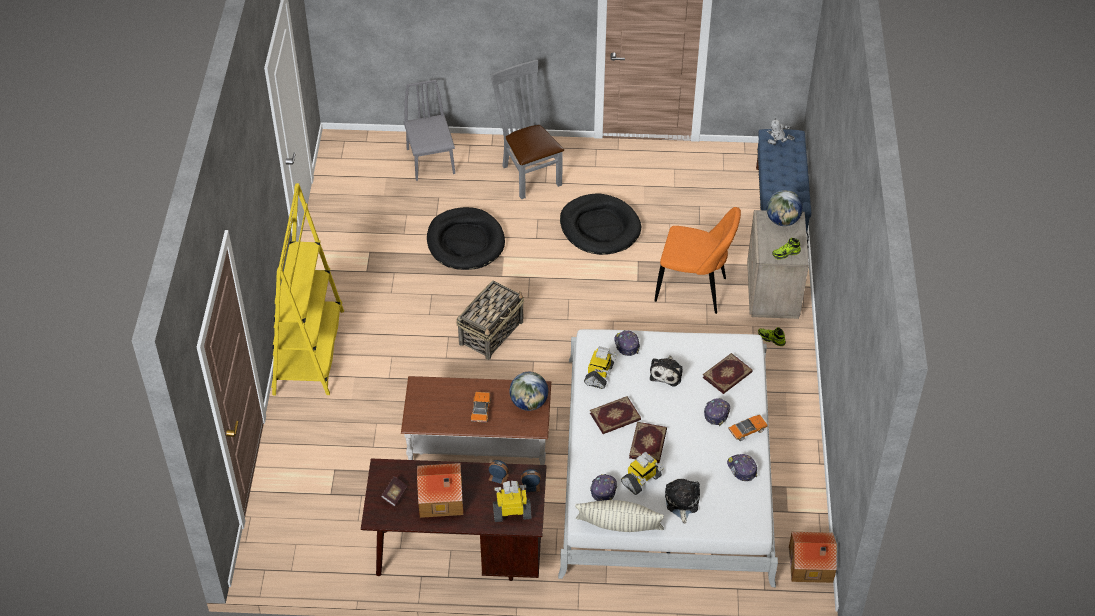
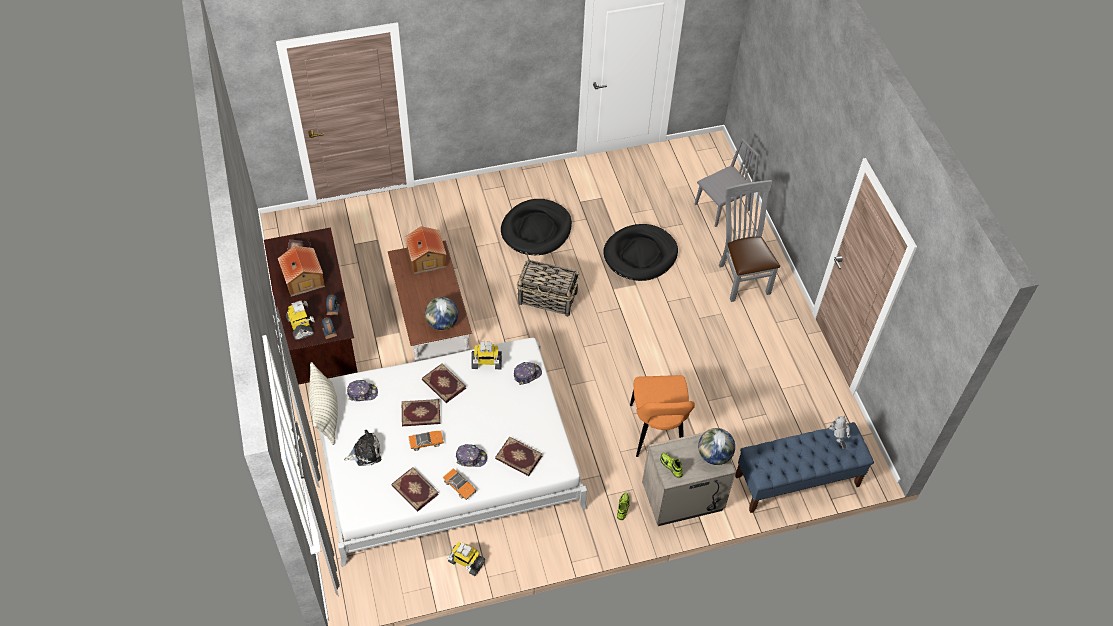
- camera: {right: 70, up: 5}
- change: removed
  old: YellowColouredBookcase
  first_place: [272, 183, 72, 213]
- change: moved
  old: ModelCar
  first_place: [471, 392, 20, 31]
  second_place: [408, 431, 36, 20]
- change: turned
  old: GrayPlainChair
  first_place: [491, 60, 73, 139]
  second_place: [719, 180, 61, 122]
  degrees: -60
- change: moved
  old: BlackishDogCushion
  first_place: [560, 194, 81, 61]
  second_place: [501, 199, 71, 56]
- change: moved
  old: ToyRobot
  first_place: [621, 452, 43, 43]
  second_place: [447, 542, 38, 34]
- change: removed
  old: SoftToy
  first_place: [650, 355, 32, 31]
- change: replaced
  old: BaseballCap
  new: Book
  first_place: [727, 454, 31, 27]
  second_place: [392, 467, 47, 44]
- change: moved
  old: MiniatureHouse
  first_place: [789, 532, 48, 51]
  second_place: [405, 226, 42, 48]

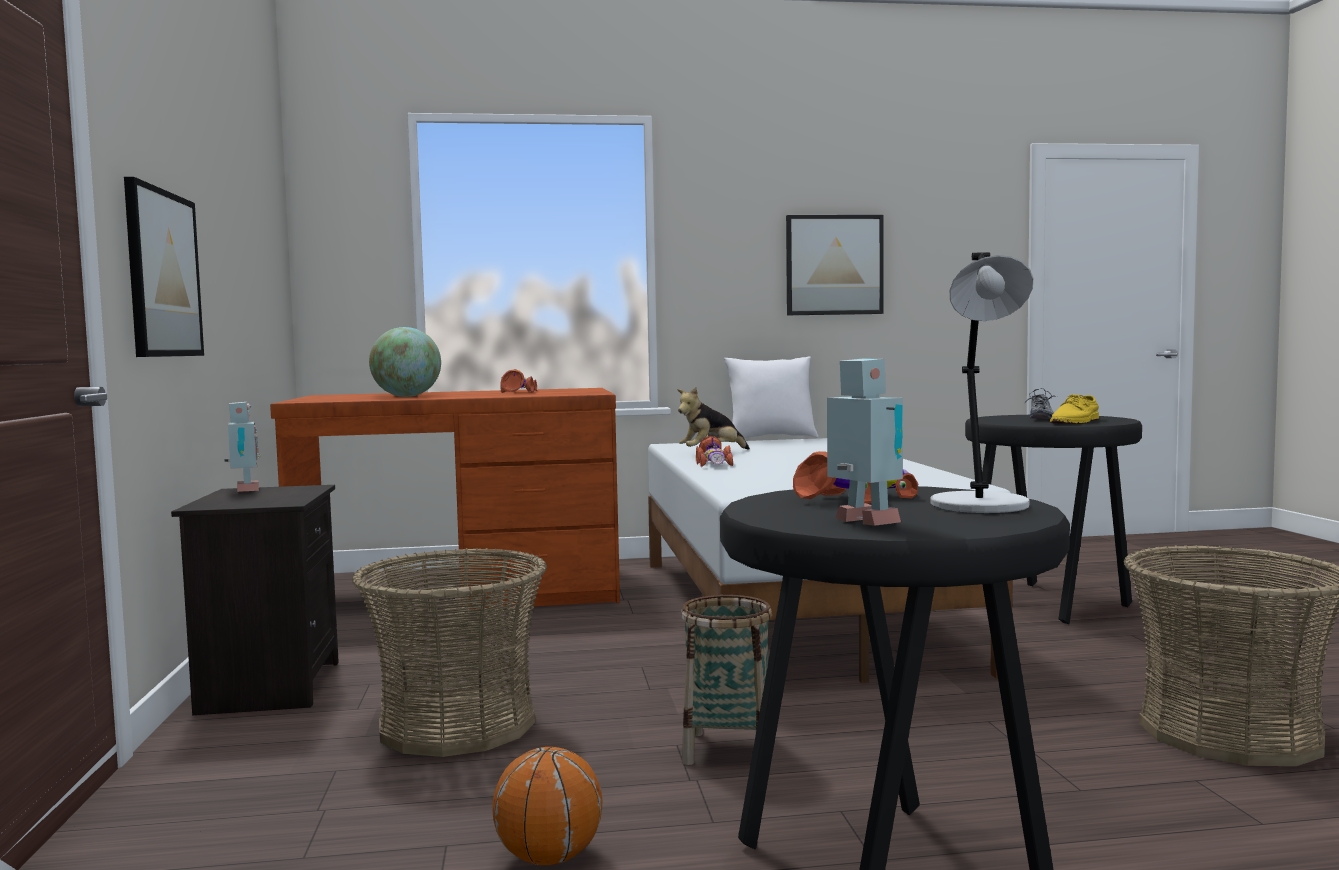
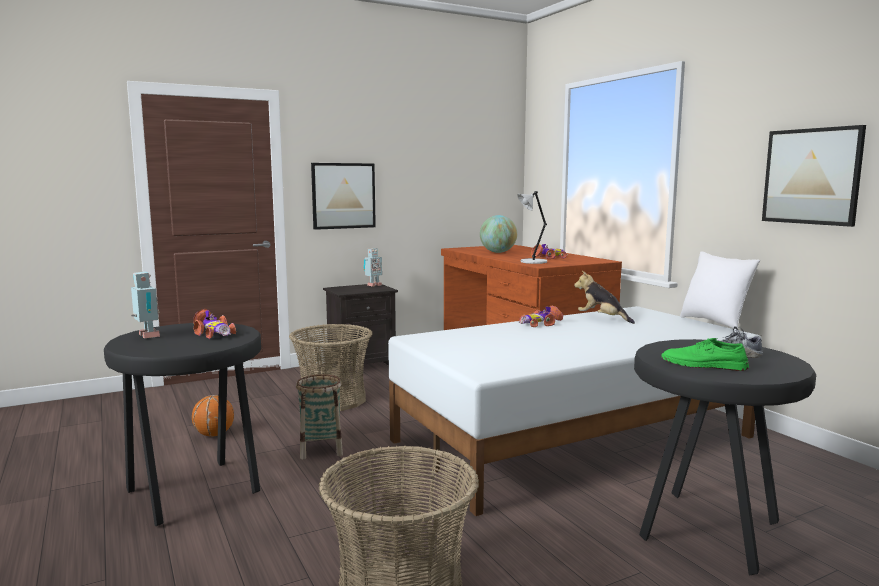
- camera: {right: 70, up: 5}
- change: turned
  old: ToyRobot
  first_place: [827, 359, 76, 167]
  second_place: [131, 271, 29, 67]
  degrees: -75
- change: moved
  old: GrayLampForATable
  first_place: [930, 252, 103, 261]
  second_place: [517, 191, 30, 73]
- change: recoloured
  old: YellowColouredItemOfFootwear
  new: GreenishItemOfFootwear
  first_place: [1050, 394, 49, 30]
  second_place: [661, 338, 88, 33]

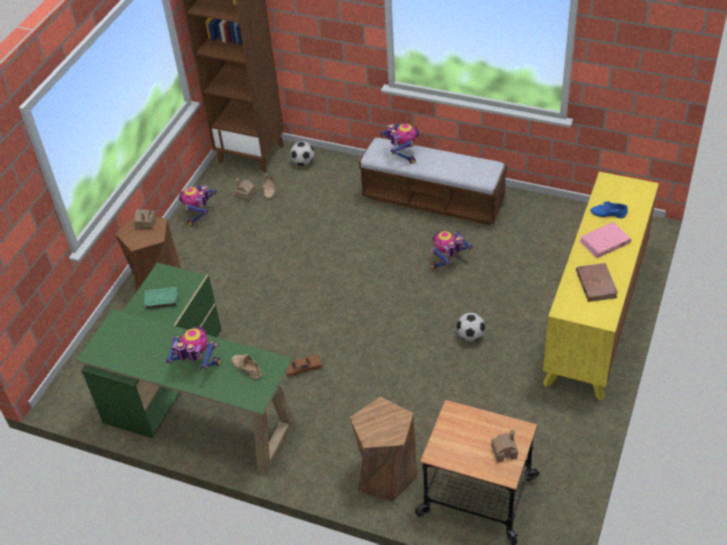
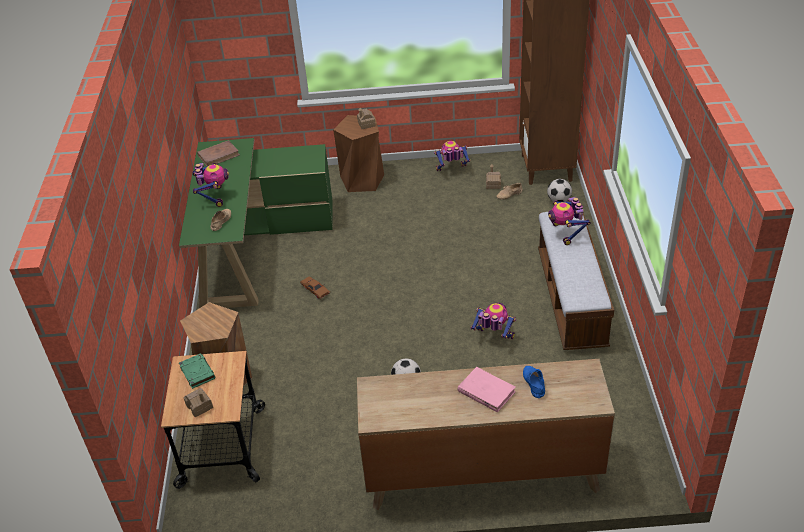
- camera: {right: 65, up: -5}
- change: moved
  old: GreenishBook
  first_place: [144, 287, 34, 23]
  second_place: [179, 353, 36, 36]
- change: turned
  old: ToyRobot
  first_place: [380, 122, 39, 42]
  second_place: [548, 197, 43, 48]
  degrees: 120
- change: recoloured
  old: YellowColouredDrawerChest
  new: BrownishDrawerChest
  first_place: [543, 172, 116, 229]
  second_place: [357, 359, 258, 151]
- change: moved
  old: BrownishBook
  first_place: [576, 263, 42, 39]
  second_place: [197, 140, 43, 26]

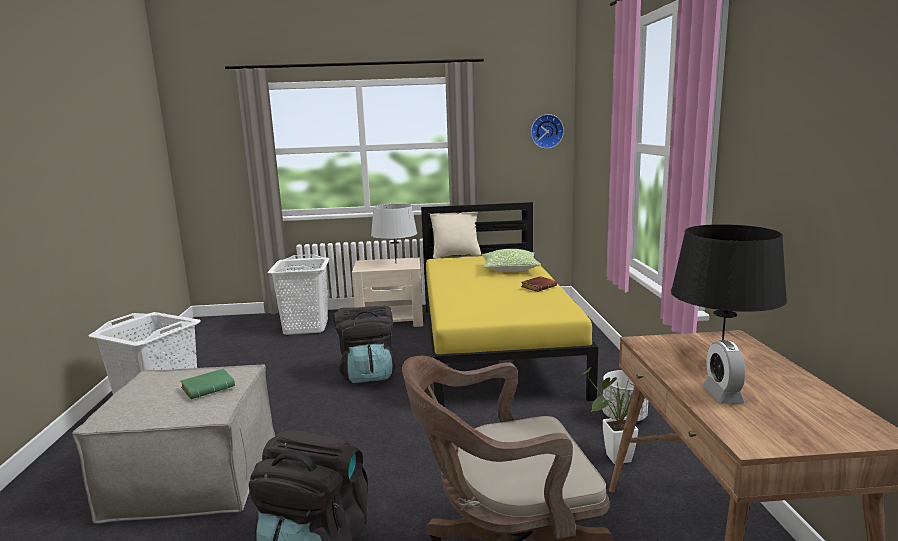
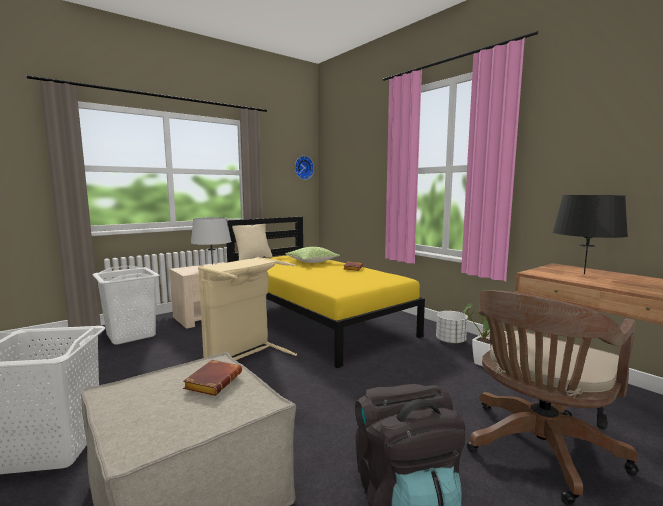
- camera: {right: -35, up: -5}
- change: recoloured
  old: GreenishBook
  new: BrownishBook
  first_place: [180, 369, 55, 30]
  second_place: [183, 360, 59, 36]
- change: replaced
  old: BlackishRucksack
  new: BeigeColouredLaundryBasket
  first_place: [334, 306, 61, 77]
  second_place: [198, 257, 99, 103]
- change: removed
  old: BedsideClock
  first_place: [702, 340, 44, 64]

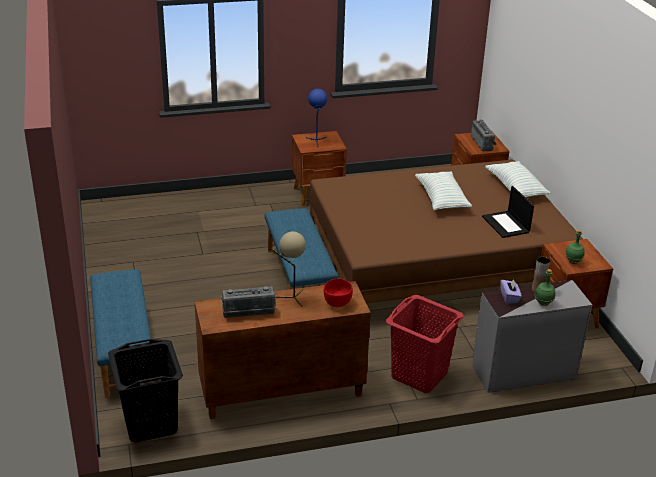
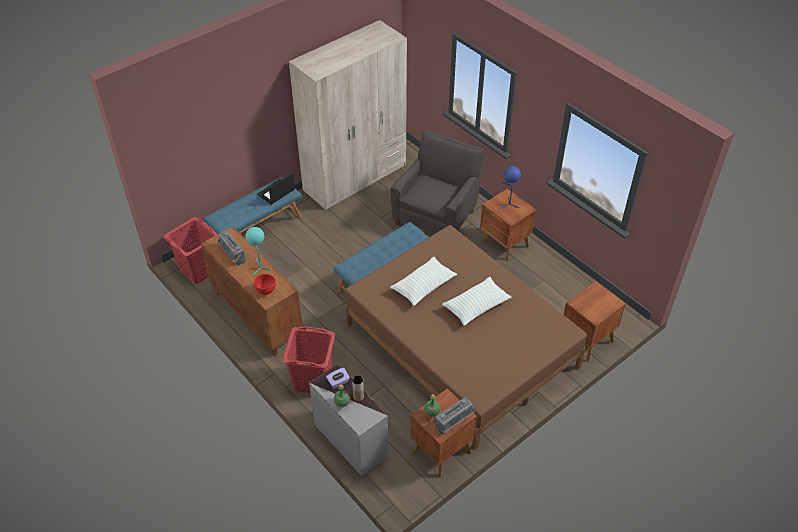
- camera: {right: 65, up: 15}
- change: recoloured
  old: BlackishLaundryBasket
  new: RedColouredLaundryBasket
  first_place: [108, 339, 75, 104]
  second_place: [164, 217, 54, 67]
- change: recoloured
  old: BeigeColouredLampForATable
  new: TurquoiseLampForATable
  first_place: [270, 232, 36, 75]
  second_place: [245, 227, 27, 48]
- change: moved
  old: Radio
  first_place: [471, 120, 26, 31]
  second_place: [435, 397, 40, 38]
- change: moved
  old: NotebookComputer
  first_place: [482, 186, 52, 52]
  second_place: [257, 173, 38, 31]
- change: moved
  old: Pillow
  first_place: [485, 161, 66, 36]
  second_place: [390, 257, 67, 49]
- change: added
  new: BeigeColouredWardrobe
  second_place: [289, 20, 118, 190]
- change: added
  new: GrayArmchair
  second_place: [390, 130, 94, 103]

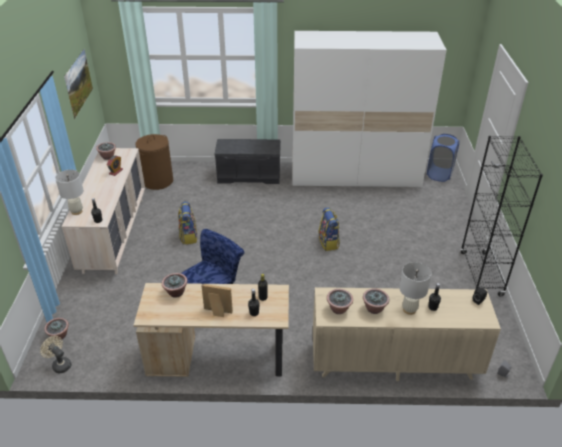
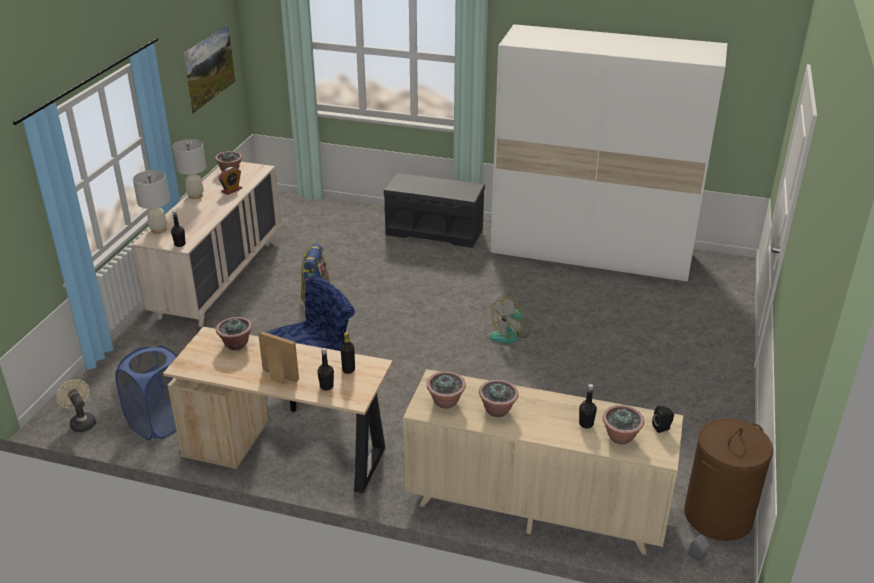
- camera: {right: 15, up: -5}
- change: moved
  old: PlantInAPot
  first_place: [44, 318, 25, 22]
  second_place: [603, 405, 41, 39]
- change: moved
  old: BrownishLaundryBasket
  first_place: [135, 134, 38, 56]
  second_place: [684, 418, 89, 123]
- change: replaced
  old: Rucksack
  new: CoolingFan
  first_place: [319, 207, 21, 44]
  second_place: [489, 297, 41, 46]
- change: moved
  old: WhiteLampForATable
  first_place: [399, 262, 33, 53]
  second_place: [173, 139, 33, 60]
- change: moved
  old: BlueLaundryBasket
  first_place: [427, 134, 32, 48]
  second_place: [115, 346, 62, 94]
- change: removed
  old: BlackishBookcase
  first_place: [461, 136, 82, 160]

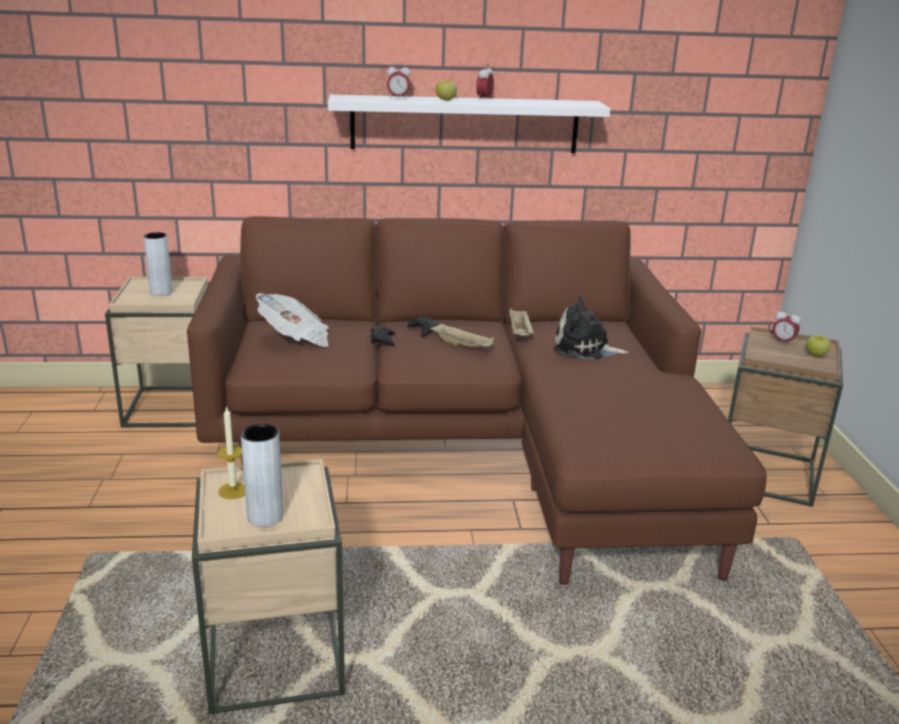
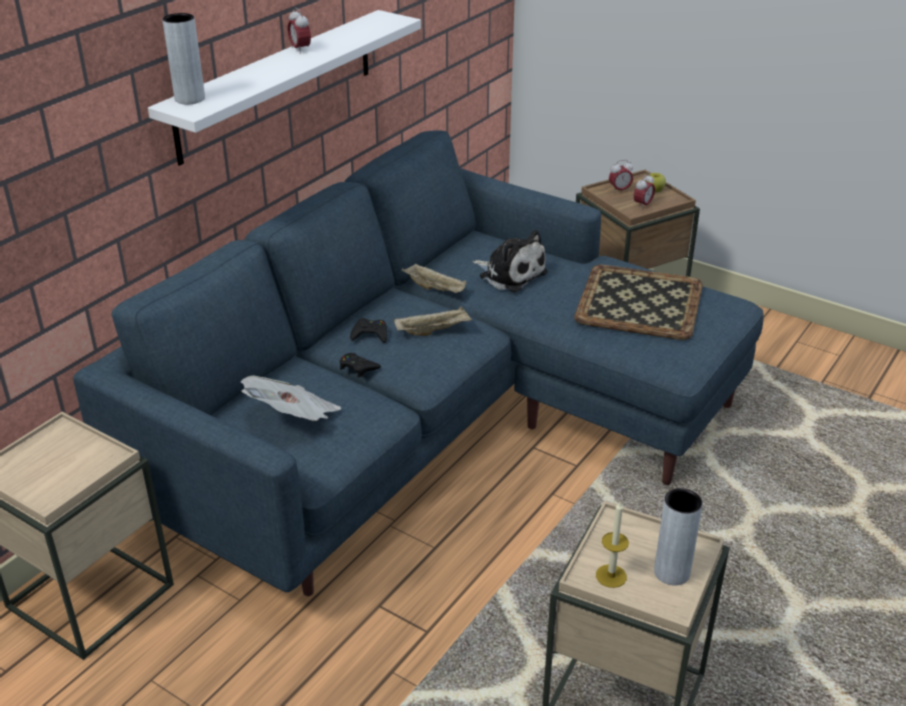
- camera: {right: -50, up: 10}
- change: moved
  old: GrayVase
  first_place: [144, 232, 29, 64]
  second_place: [162, 13, 43, 91]
- change: recoloured
  old: BrownishSofa
  new: BlueSofa
  first_place: [187, 216, 580, 369]
  second_place: [73, 130, 691, 466]
- change: moved
  old: BedsideClock
  first_place: [387, 63, 24, 37]
  second_place: [634, 173, 21, 37]
- change: removed
  old: WholeApple
  first_place: [436, 81, 21, 19]
- change: turned
  old: SoftToy
  first_place: [554, 295, 75, 65]
  second_place: [473, 230, 75, 62]
  degrees: -105
- change: added
  new: ServingTray
  second_place: [574, 265, 129, 75]

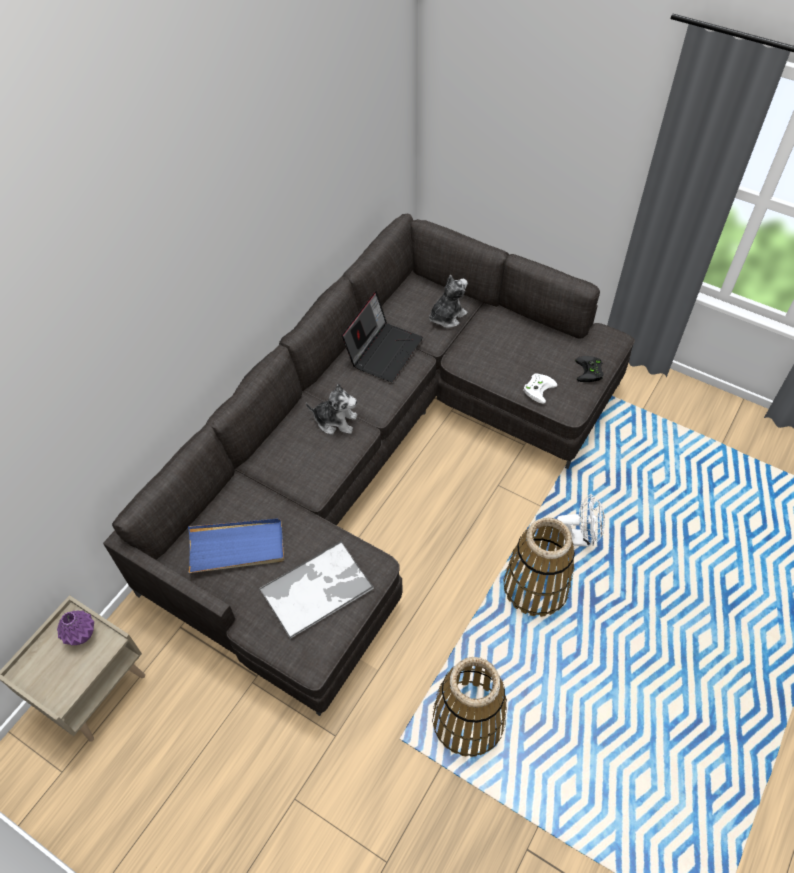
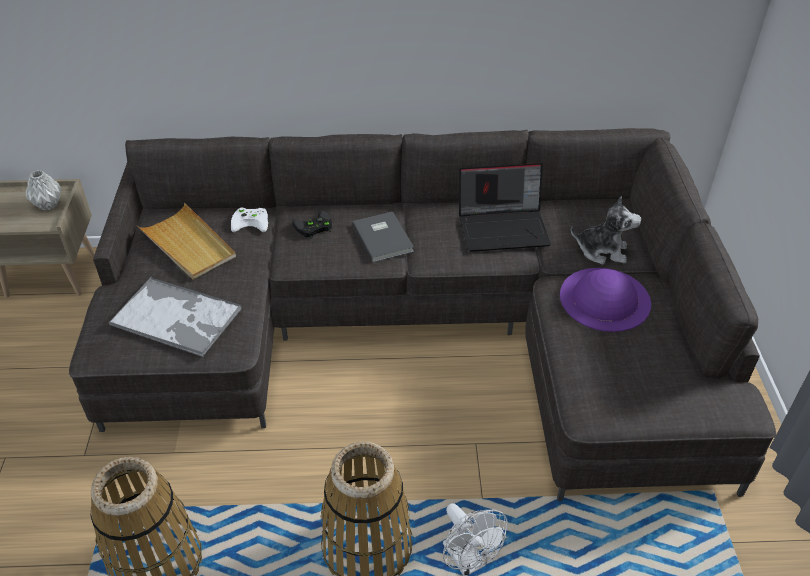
- camera: {right: 55, up: -10}
- change: recoloured
  old: PurplishVase
  new: GrayVase
  first_place: [57, 611, 37, 34]
  second_place: [25, 170, 37, 41]
- change: recoloured
  old: BlueServingTray
  new: BeigeColouredServingTray
  first_place: [188, 518, 96, 55]
  second_place: [137, 203, 99, 77]
- change: replaced
  old: SoftToy
  new: GrayBook
  first_place: [306, 384, 52, 51]
  second_place: [352, 212, 62, 51]
- change: moved
  old: WhiteGamepad
  first_place: [523, 373, 34, 31]
  second_place: [231, 208, 37, 24]
- change: moved
  old: BlackishGamepad
  first_place: [575, 356, 28, 26]
  second_place: [292, 210, 40, 29]
- change: added
  new: PurplishWearableHat
  second_place: [560, 268, 91, 64]

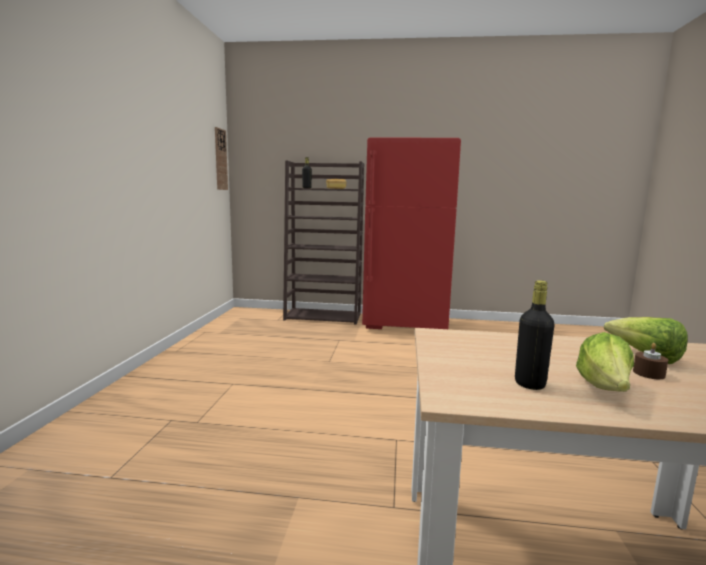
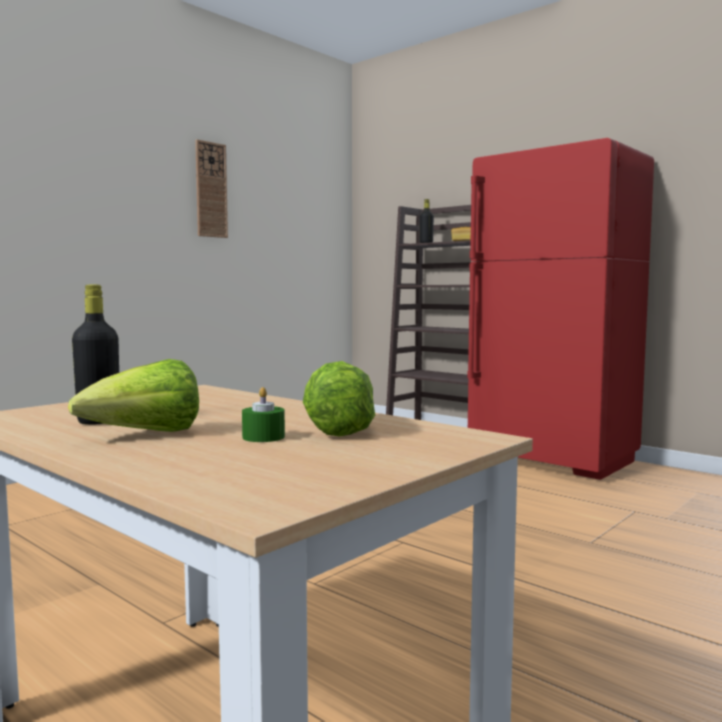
- camera: {right: 35, up: -5}
- change: moved
  old: WallClock
  first_place: [215, 127, 13, 63]
  second_place: [195, 139, 33, 99]
- change: recoloured
  old: BrownishWaxLight
  new: GreenishWaxLight
  first_place: [633, 343, 35, 36]
  second_place: [242, 387, 43, 55]

